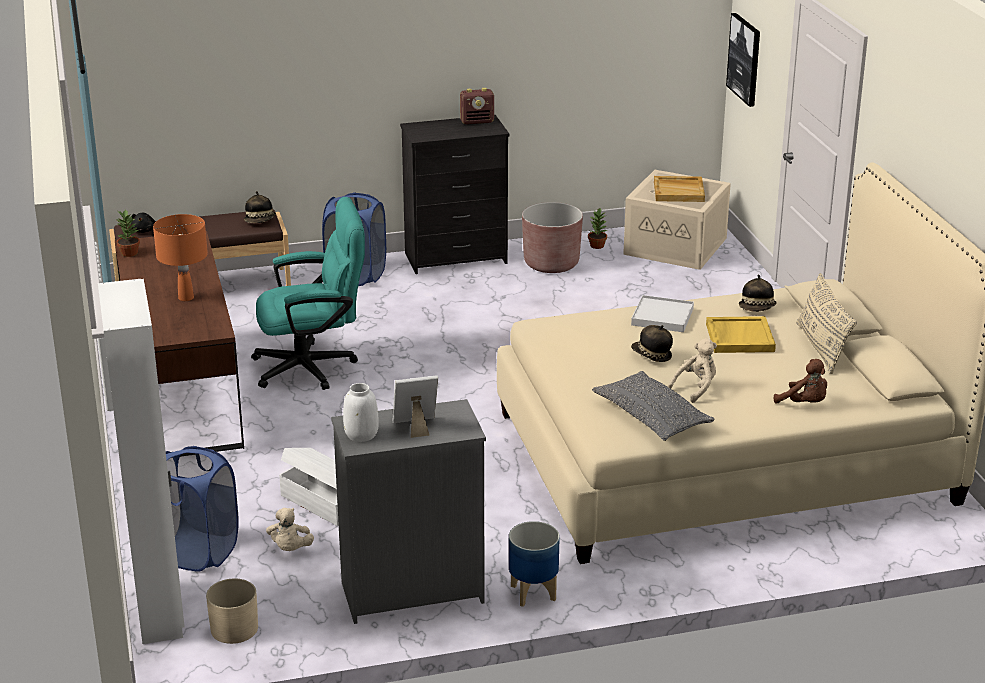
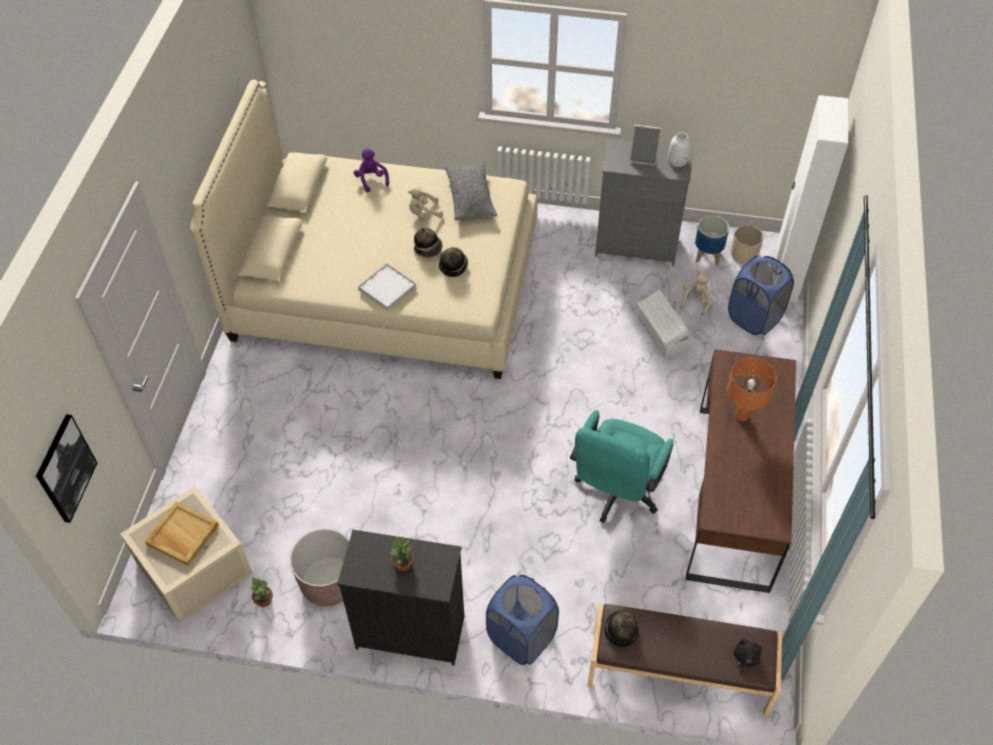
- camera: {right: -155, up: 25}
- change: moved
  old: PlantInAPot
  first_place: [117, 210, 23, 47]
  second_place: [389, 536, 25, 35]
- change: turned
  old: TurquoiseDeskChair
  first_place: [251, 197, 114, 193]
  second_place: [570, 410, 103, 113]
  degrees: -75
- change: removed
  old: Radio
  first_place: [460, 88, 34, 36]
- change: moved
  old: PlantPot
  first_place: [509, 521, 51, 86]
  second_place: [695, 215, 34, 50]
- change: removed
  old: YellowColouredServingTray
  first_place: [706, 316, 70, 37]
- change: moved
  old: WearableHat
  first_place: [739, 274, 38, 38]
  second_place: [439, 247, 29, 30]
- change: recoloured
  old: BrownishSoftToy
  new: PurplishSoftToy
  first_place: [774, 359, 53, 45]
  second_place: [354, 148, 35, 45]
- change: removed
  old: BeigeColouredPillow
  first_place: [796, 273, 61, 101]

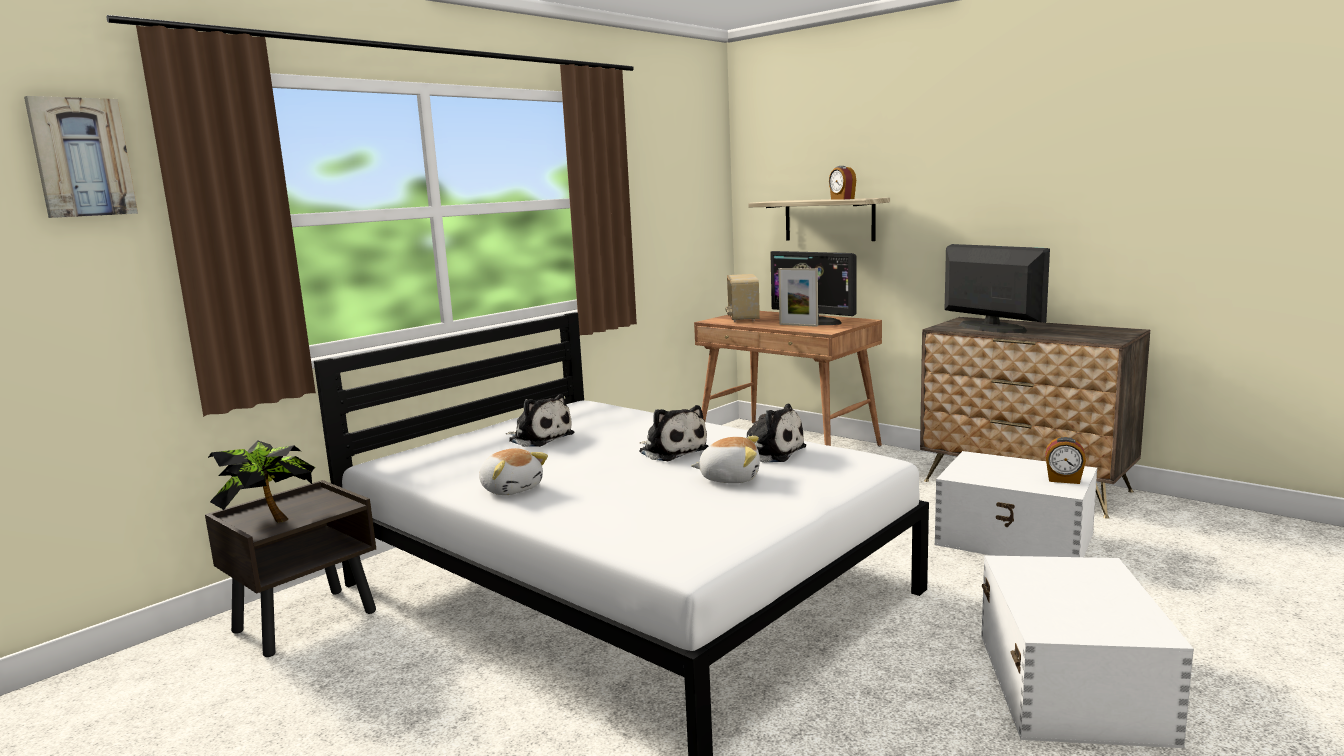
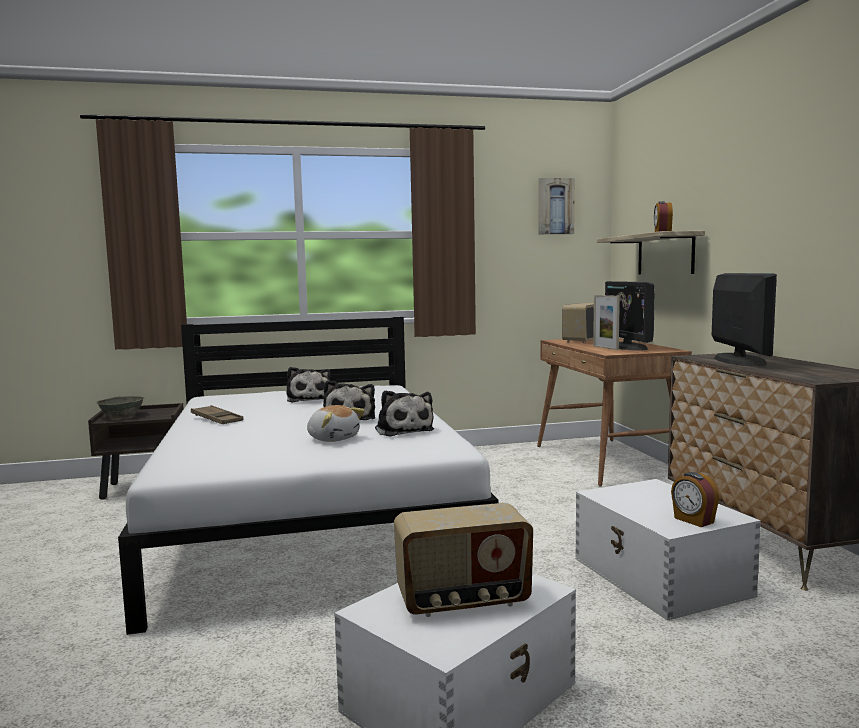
- camera: {right: 35, up: -5}
- change: moved
  old: WallArt
  first_place: [24, 96, 114, 122]
  second_place: [538, 178, 37, 56]
- change: replaced
  old: PlantInAPot
  new: GrayDeepDish
  first_place: [208, 440, 108, 83]
  second_place: [96, 396, 48, 22]
- change: replaced
  old: SoftToy
  new: BrownishServingTray
  first_place: [479, 448, 69, 47]
  second_place: [191, 405, 52, 19]
- change: added
  new: Radio
  second_place: [394, 503, 139, 114]

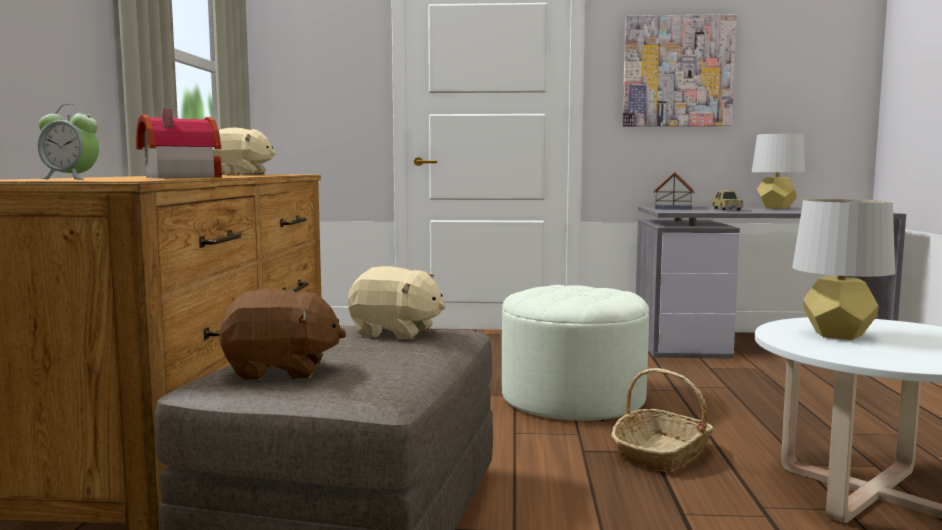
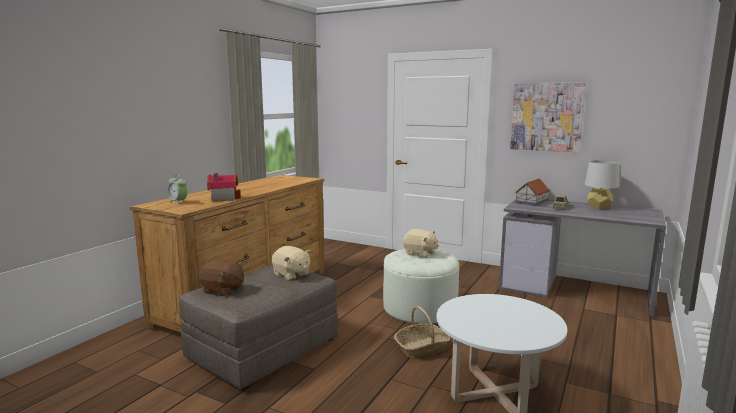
- camera: {right: 25, up: 5}
- change: moved
  old: BeigeColouredSoftToy
  first_place: [212, 127, 64, 48]
  second_place: [403, 229, 36, 29]
- change: removed
  old: GrayLampForATable
  first_place: [792, 199, 103, 141]

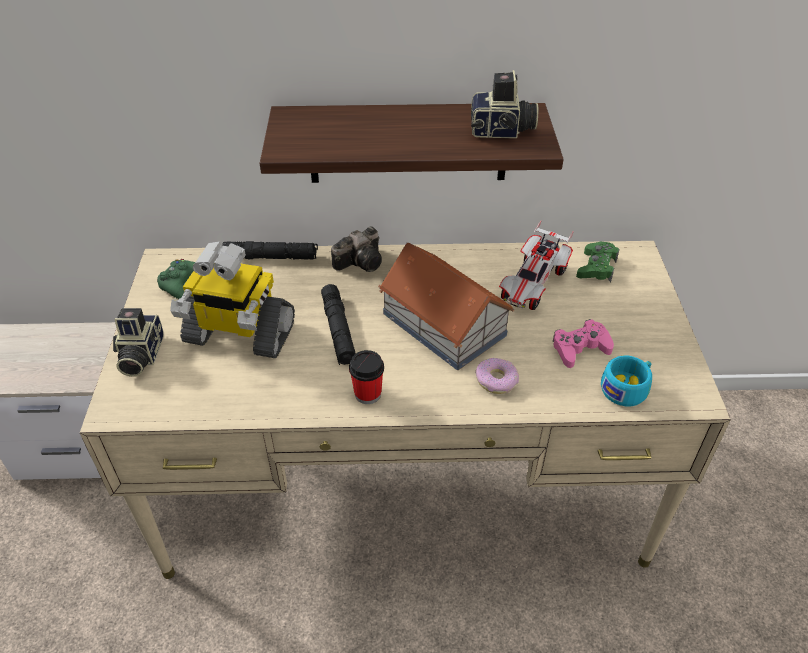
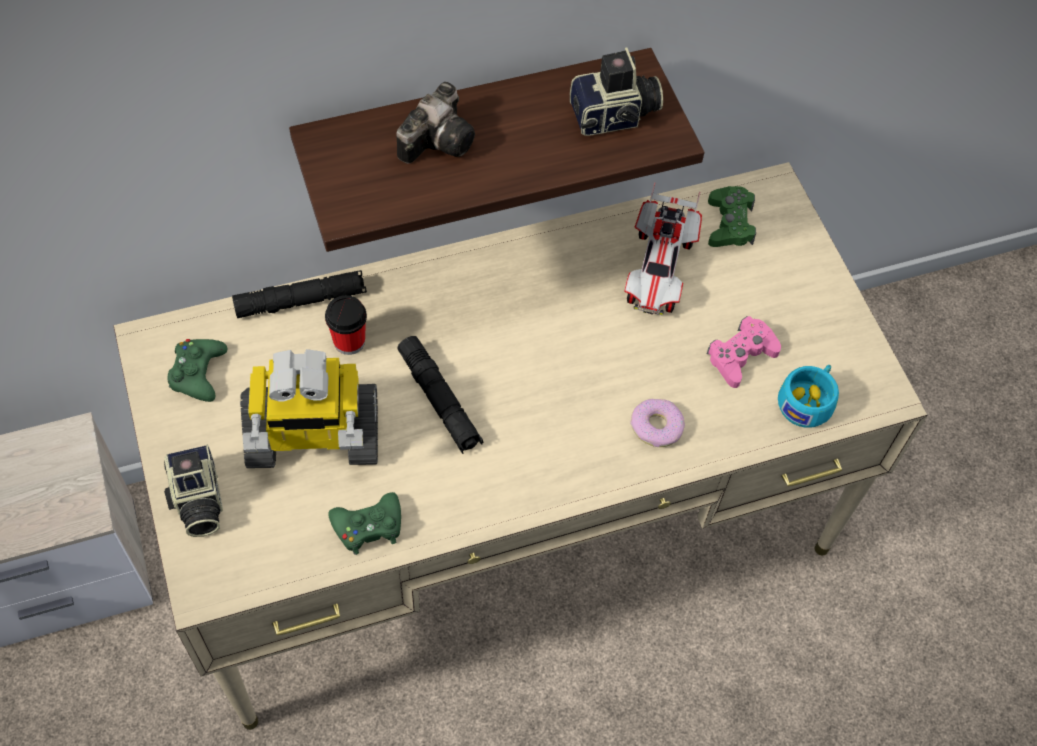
- camera: {right: -20, up: 15}
- change: moved
  old: PhotoCamera
  first_place: [331, 226, 51, 46]
  second_place: [396, 82, 79, 82]
- change: moved
  old: Cup
  first_place: [349, 350, 35, 54]
  second_place: [325, 295, 42, 60]
- change: removed
  old: MiniatureHouse
  first_place: [378, 243, 136, 127]
- change: added
  new: GreenishGamepad
  second_place: [328, 492, 73, 63]

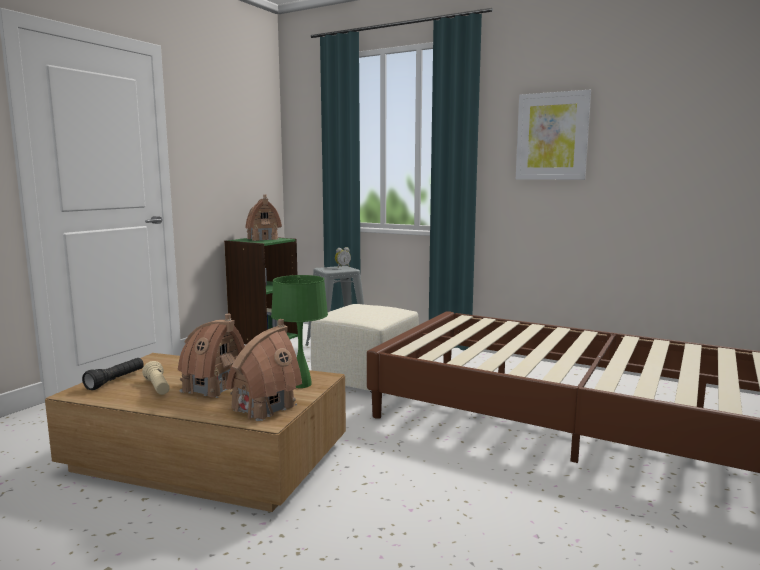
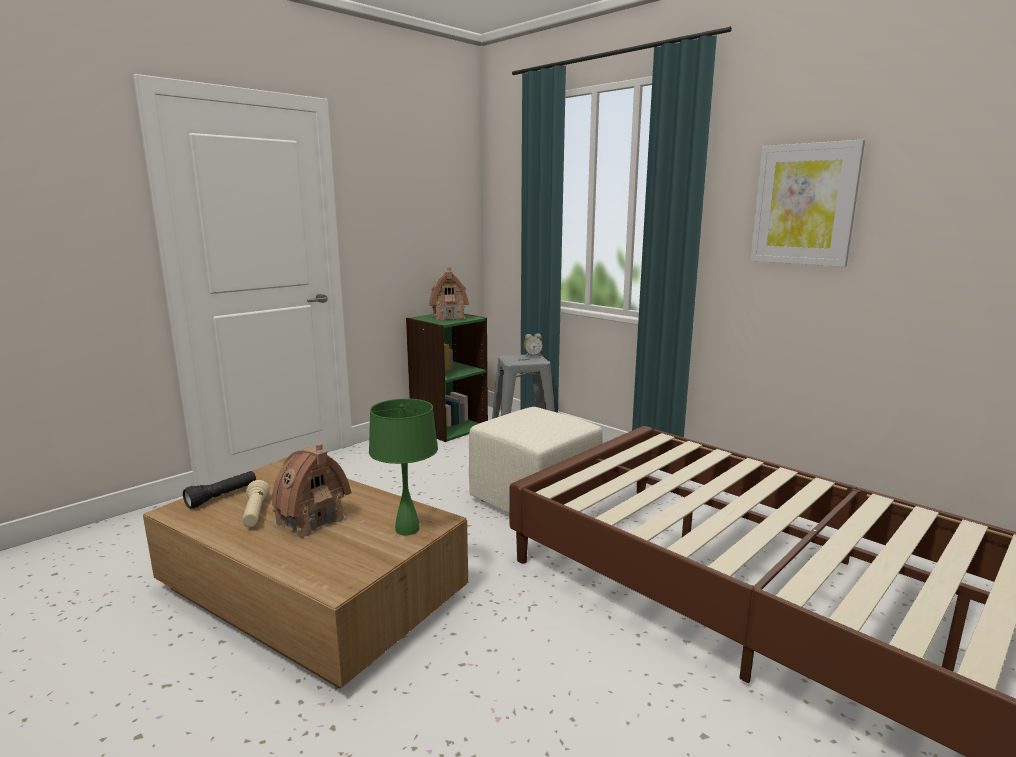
- camera: {right: 15, up: 5}
- change: removed
  old: MiniatureHouse
  first_place: [226, 319, 76, 102]

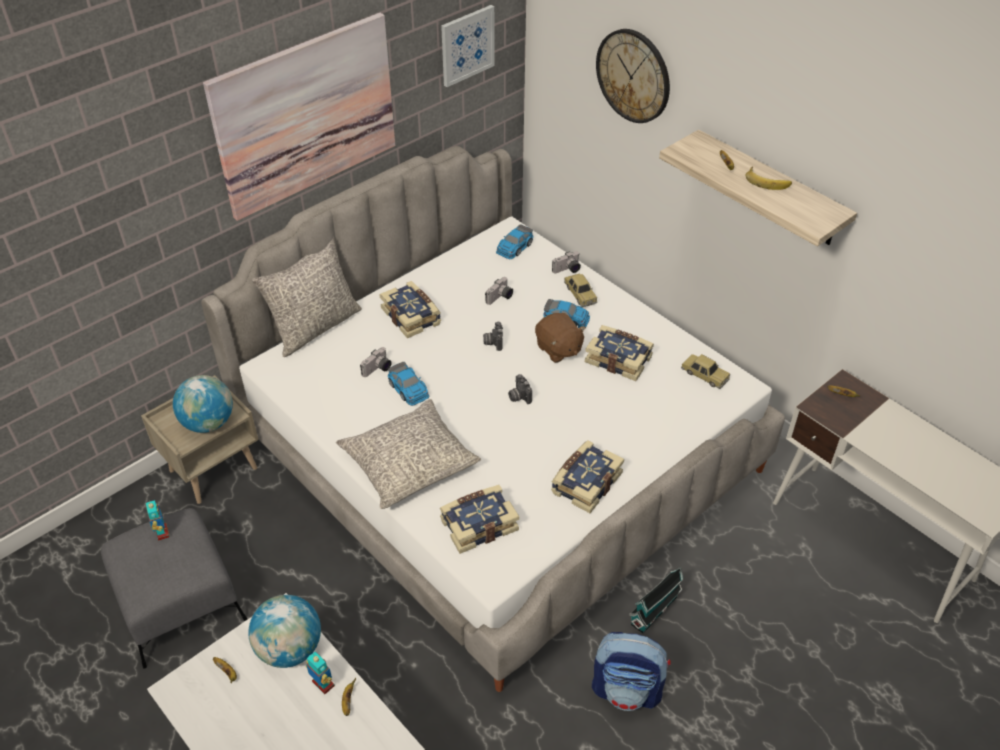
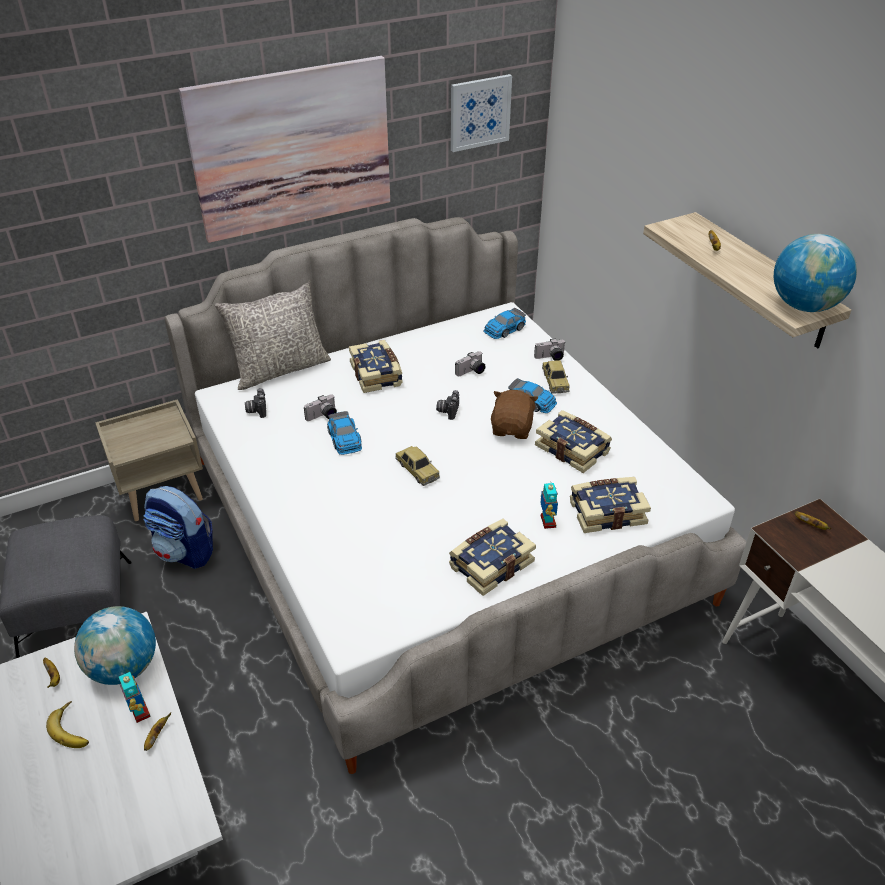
- camera: {right: 15, up: -5}
- change: moved
  old: ToyRobot
  first_place: [146, 500, 24, 41]
  second_place: [540, 481, 18, 48]
- change: moved
  old: WorldGlobe
  first_place: [173, 375, 60, 58]
  second_place: [774, 234, 83, 78]
- change: removed
  old: GrayPillow
  first_place: [336, 399, 145, 110]
- change: moved
  old: Book
  first_place: [440, 485, 79, 69]
  second_place: [570, 477, 81, 56]
- change: moved
  old: PhotoCamera
  first_place: [508, 374, 24, 30]
  second_place: [245, 388, 21, 30]
- change: turned
  old: BrownishSoftToy
  first_place: [535, 313, 51, 50]
  second_place: [491, 390, 47, 49]
  degrees: -150
- change: moved
  old: Rucksack
  first_place: [592, 632, 79, 79]
  second_place: [144, 486, 69, 83]
- change: removed
  old: WallClock
  first_place: [596, 29, 74, 94]
- change: removed
  old: MiniatureHouse
  first_place: [629, 567, 54, 67]
- change: moved
  old: ModelCar
  first_place: [681, 354, 49, 35]
  second_place: [396, 446, 44, 40]
- change: moved
  old: BananaFruit
  first_place: [746, 166, 46, 24]
  second_place: [46, 701, 43, 47]

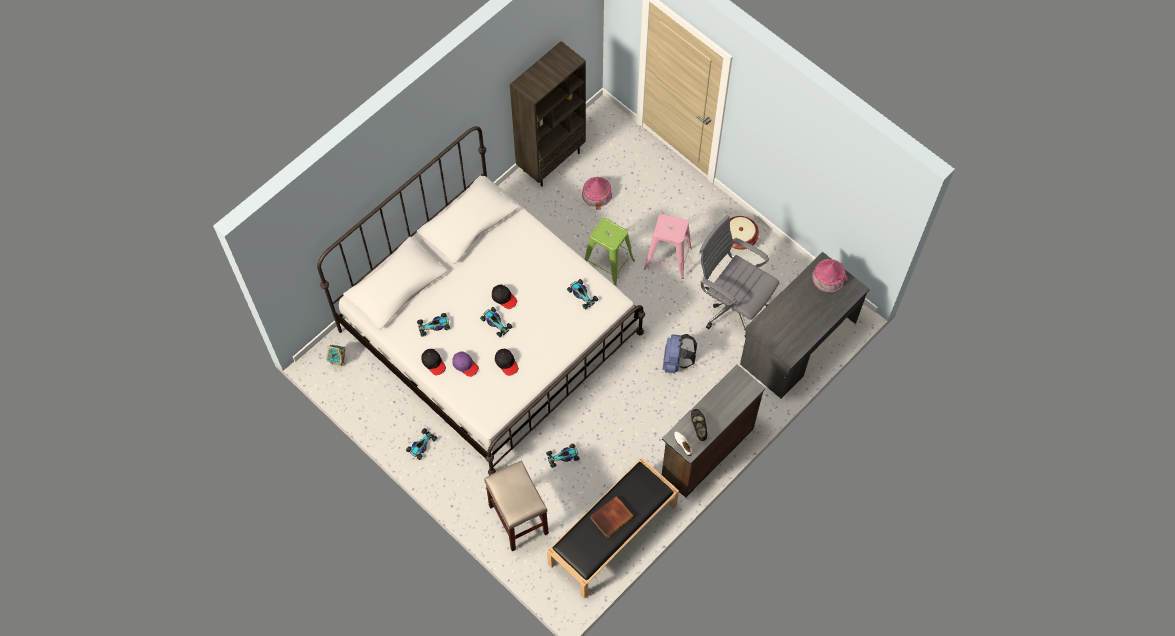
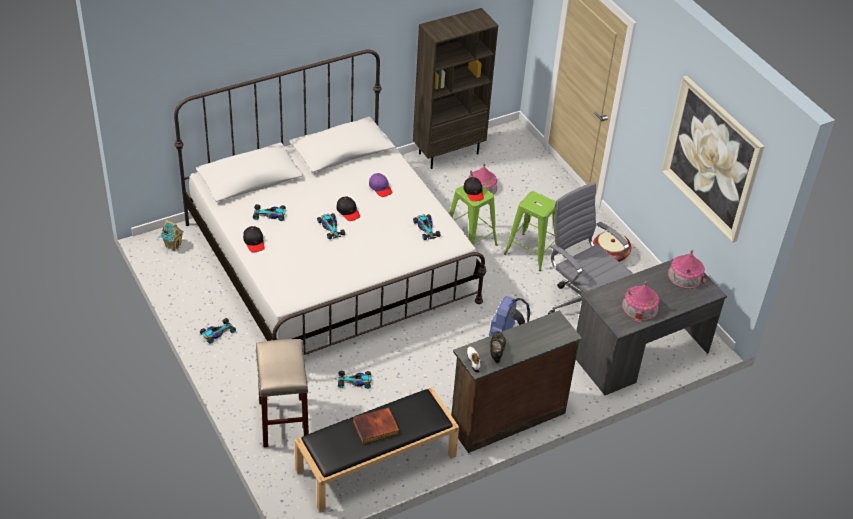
- camera: {right: 15, up: -20}
- change: moved
  old: PurplishBaseballCap
  first_place: [452, 351, 27, 26]
  second_place: [369, 173, 24, 24]
- change: moved
  old: BlackishBaseballCap
  first_place: [495, 349, 24, 27]
  second_place: [464, 177, 20, 24]
- change: recoloured
  old: PinkColouredStool
  new: GreenishStool
  first_place: [644, 214, 48, 65]
  second_place: [504, 191, 52, 80]
- change: added
  new: MiniatureHouse
  second_place: [622, 281, 38, 42]
- change: added
  new: WallArt
  second_place: [661, 75, 104, 167]

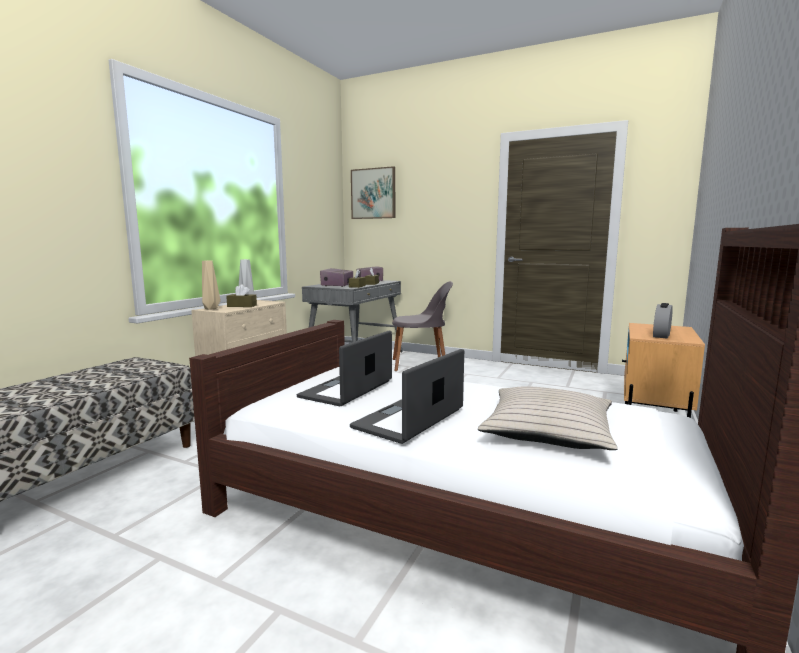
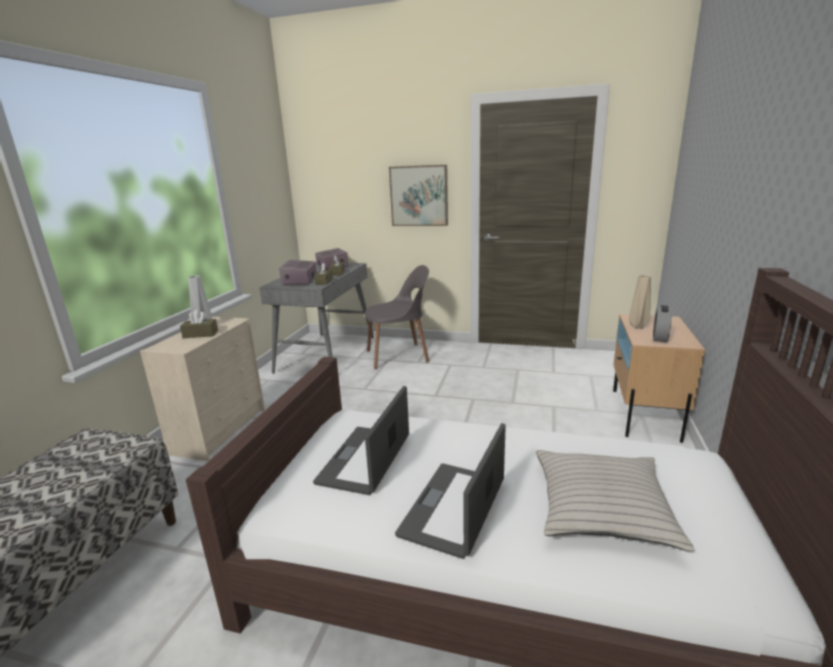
- camera: {right: -10, up: 10}
- change: moved
  old: BeigeColouredVase
  first_place: [202, 261, 18, 49]
  second_place: [629, 275, 22, 54]
- change: moved
  old: WallArt
  first_place: [351, 166, 44, 53]
  second_place: [389, 165, 59, 61]

